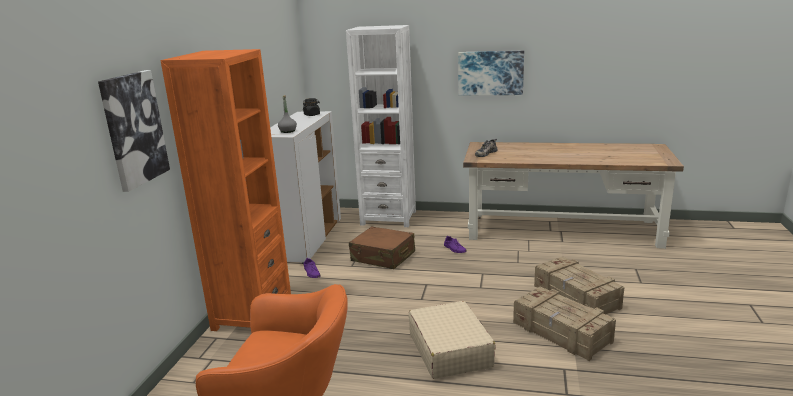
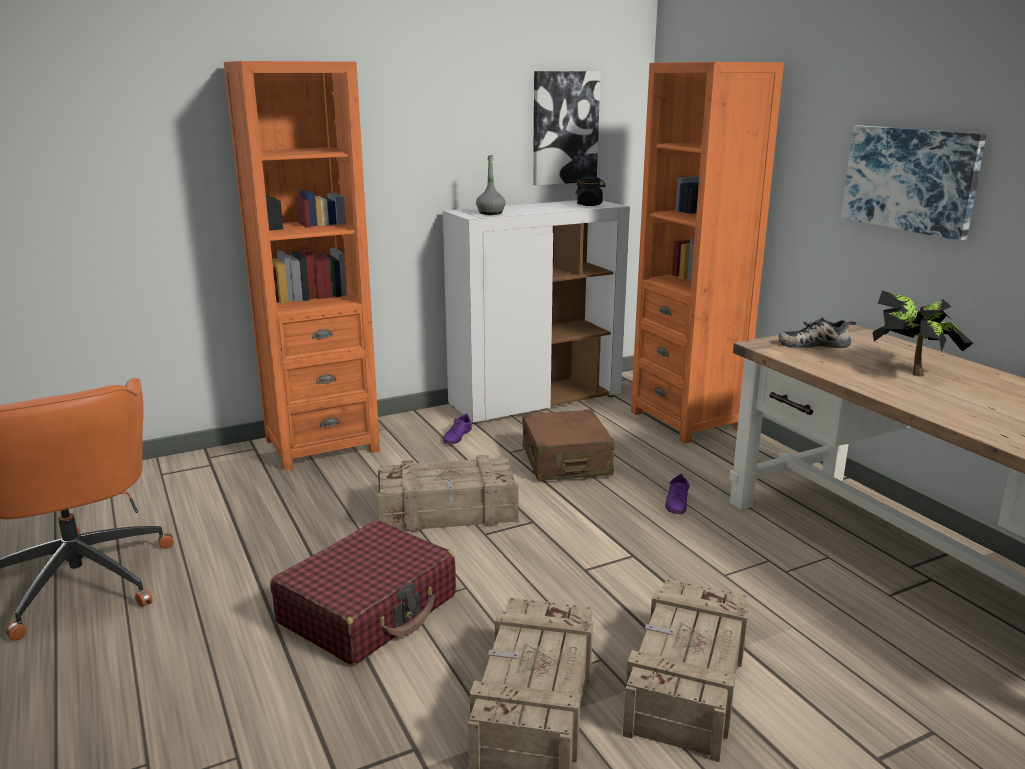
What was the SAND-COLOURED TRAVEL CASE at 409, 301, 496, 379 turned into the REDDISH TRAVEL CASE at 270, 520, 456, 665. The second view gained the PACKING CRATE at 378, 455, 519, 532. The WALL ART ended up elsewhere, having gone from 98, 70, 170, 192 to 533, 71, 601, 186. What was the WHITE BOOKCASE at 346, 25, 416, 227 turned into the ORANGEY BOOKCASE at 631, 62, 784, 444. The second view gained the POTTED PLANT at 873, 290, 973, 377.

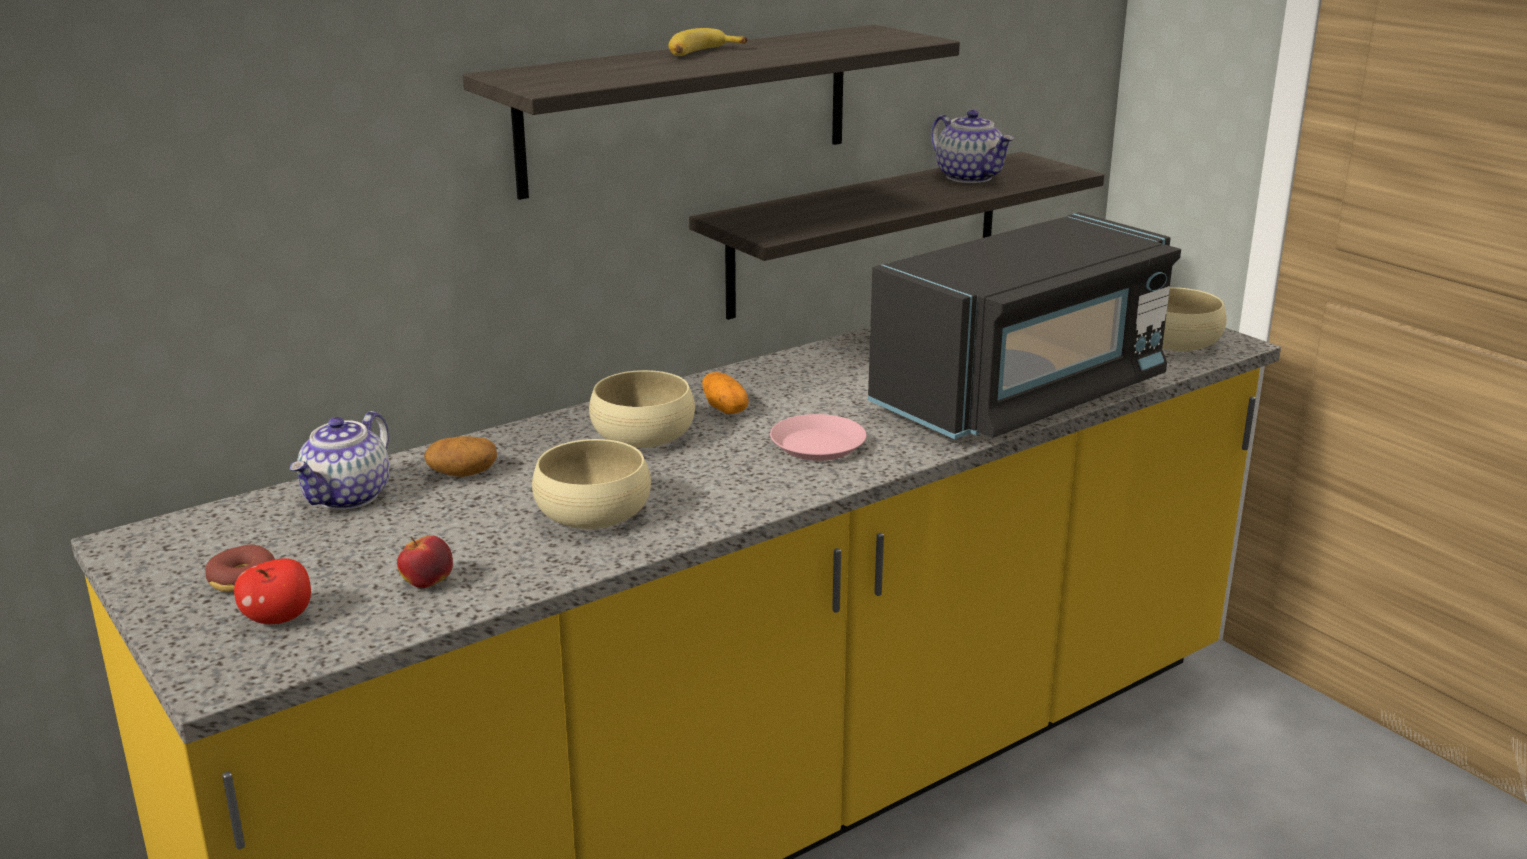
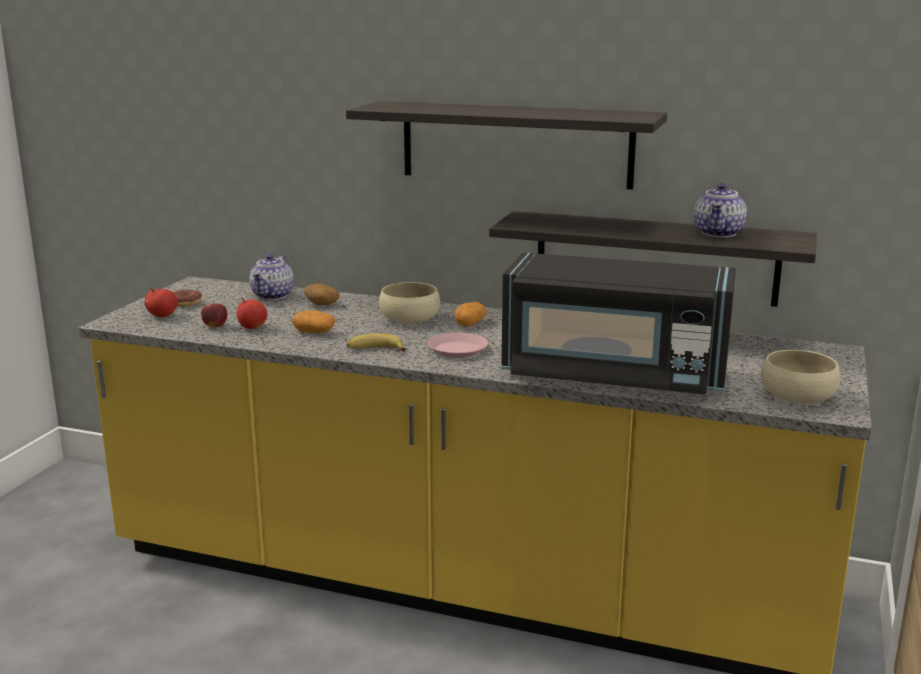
The second view gained the APPLE at 236, 297, 267, 329. The POT FOR TEA at 290, 411, 389, 510 ended up facing another way, 60 degrees counterclockwise from before. Where the SAND-COLOURED DEEP DISH stood at 532, 439, 651, 529, the POTATO came to stand at 292, 310, 335, 333. The BANANA FRUIT ended up elsewhere, having gone from 668, 28, 748, 56 to 347, 333, 406, 351.

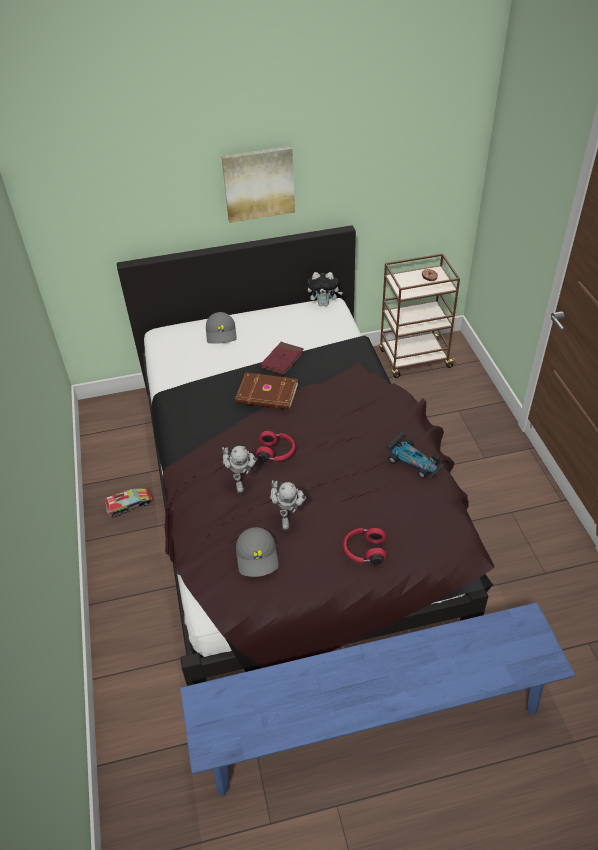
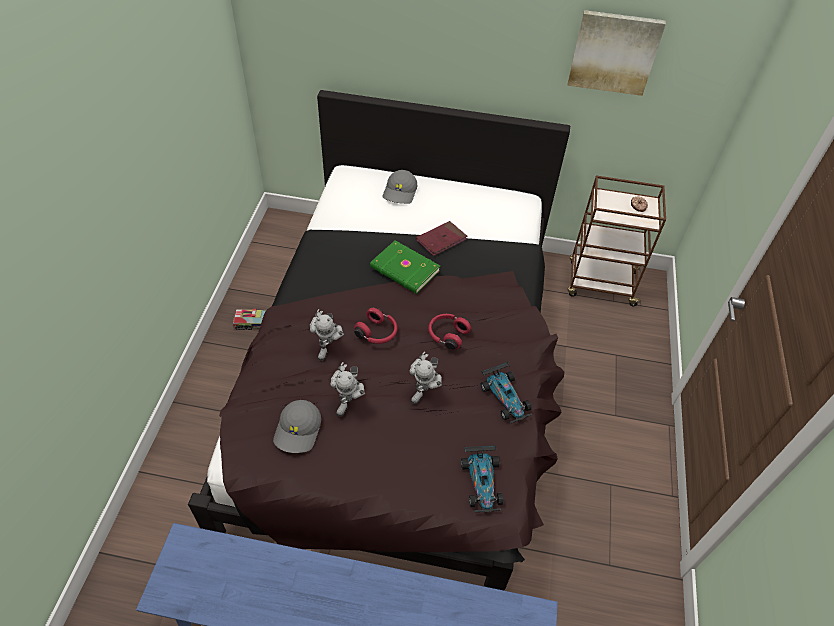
What was the BROWNISH VOLUME at 235, 372, 298, 410 turned into the GREEN-COLOURED VOLUME at 370, 240, 440, 294. The second view gained the ROBOT FIGURE at 410, 351, 442, 404. The REDDISH PAIR OF HEADPHONES ended up elsewhere, having gone from 343, 527, 386, 565 to 428, 314, 471, 350. The second view gained the MINIATURE CAR at 461, 445, 503, 512. The WALL ART ended up elsewhere, having gone from 221, 146, 295, 223 to 567, 10, 666, 96. The second view lost the SOFT TOY at 308, 272, 343, 306.

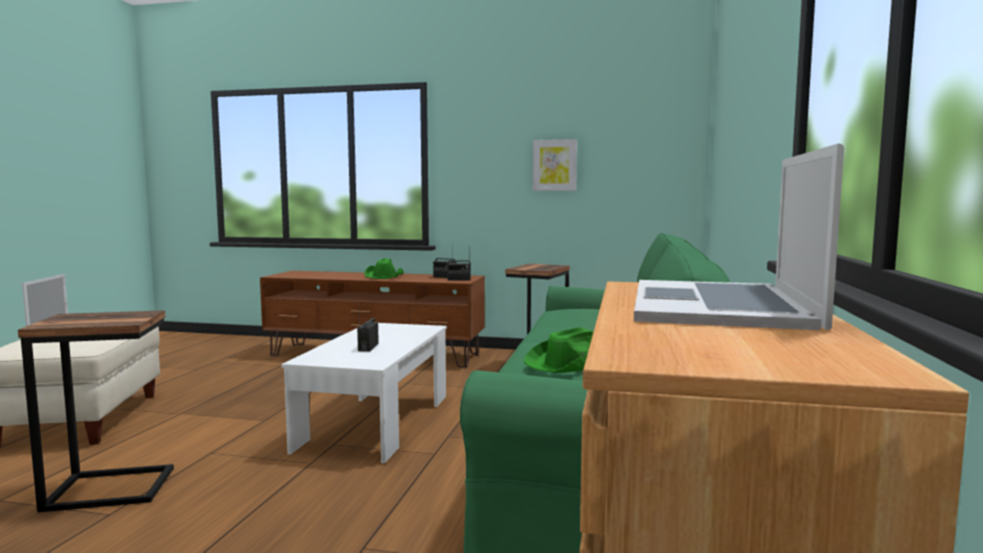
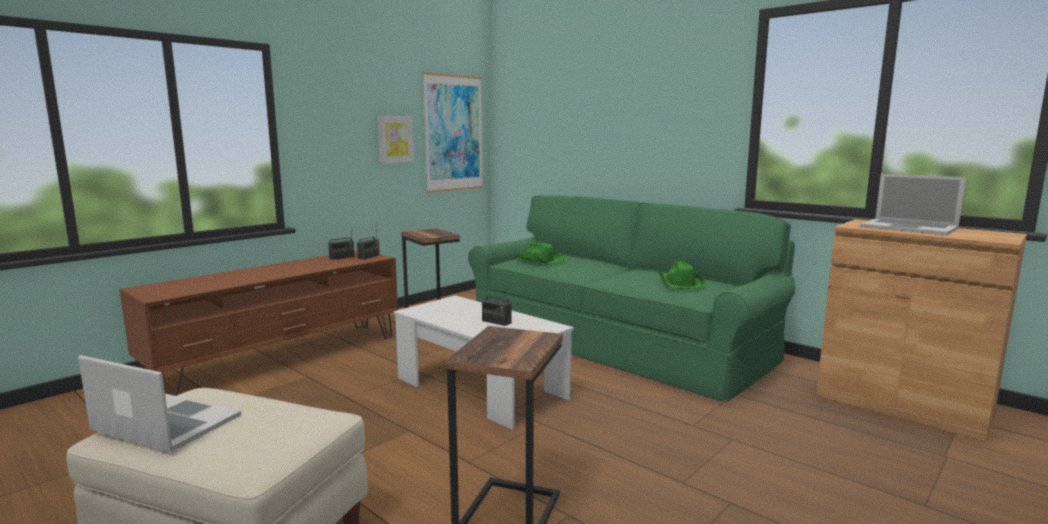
The second view gained the WALL ART at 422, 72, 483, 193. The GREEN-COLOURED CLOTHING HAT ended up elsewhere, having gone from 364, 258, 404, 279 to 514, 242, 564, 264.

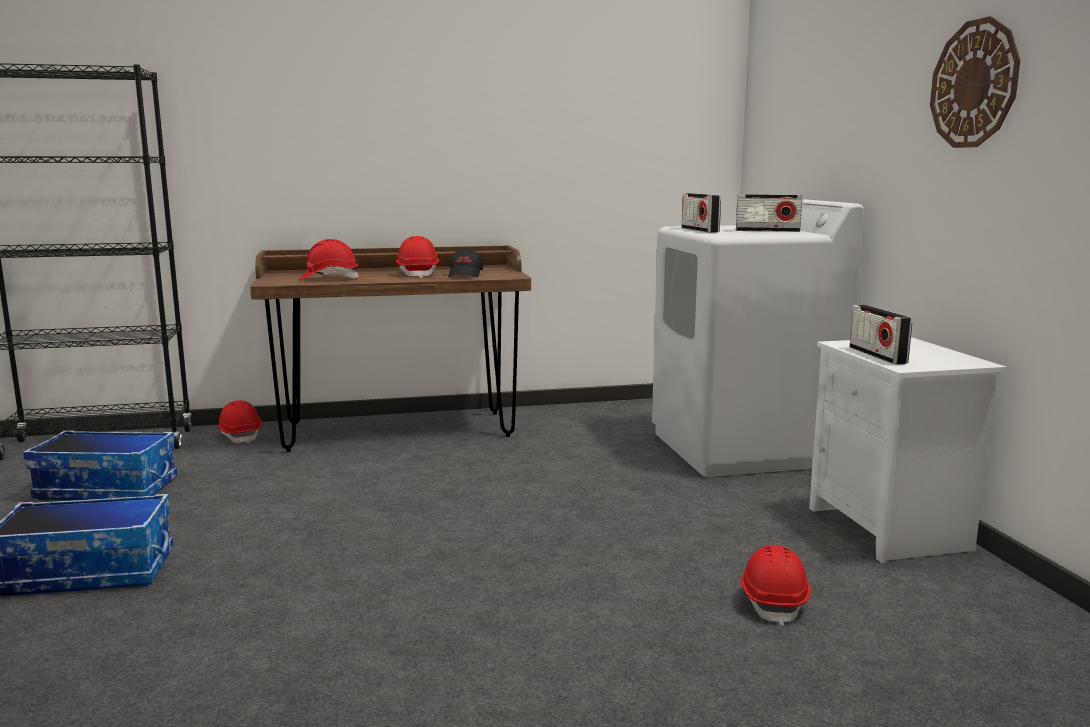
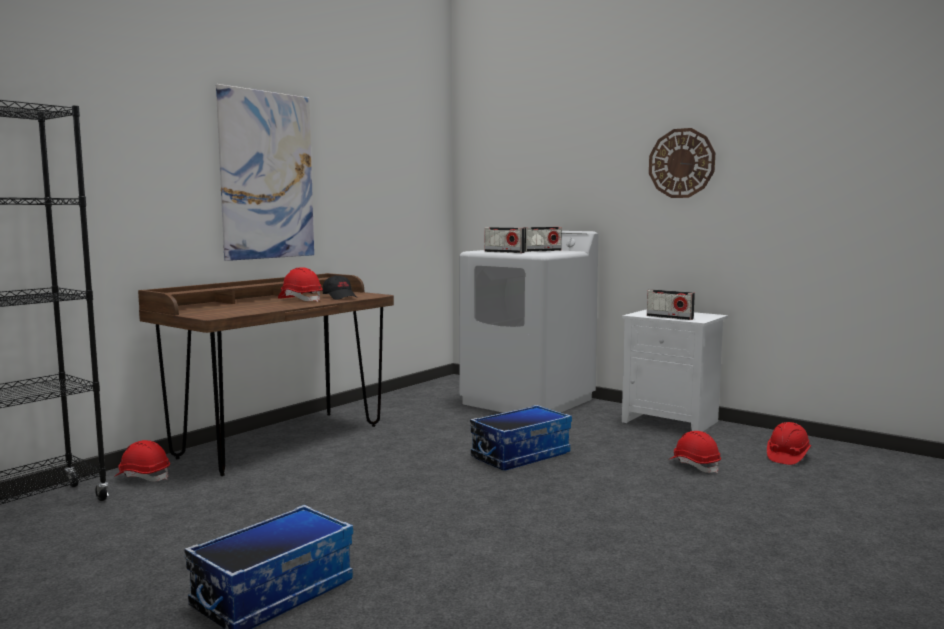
The second view gained the WALL ART at 216, 84, 314, 261. The STORAGE CONTAINER ended up elsewhere, having gone from 23, 430, 177, 501 to 470, 405, 572, 470. The REDDISH SAFETY HELMET ended up elsewhere, having gone from 299, 239, 359, 280 to 767, 422, 811, 465.

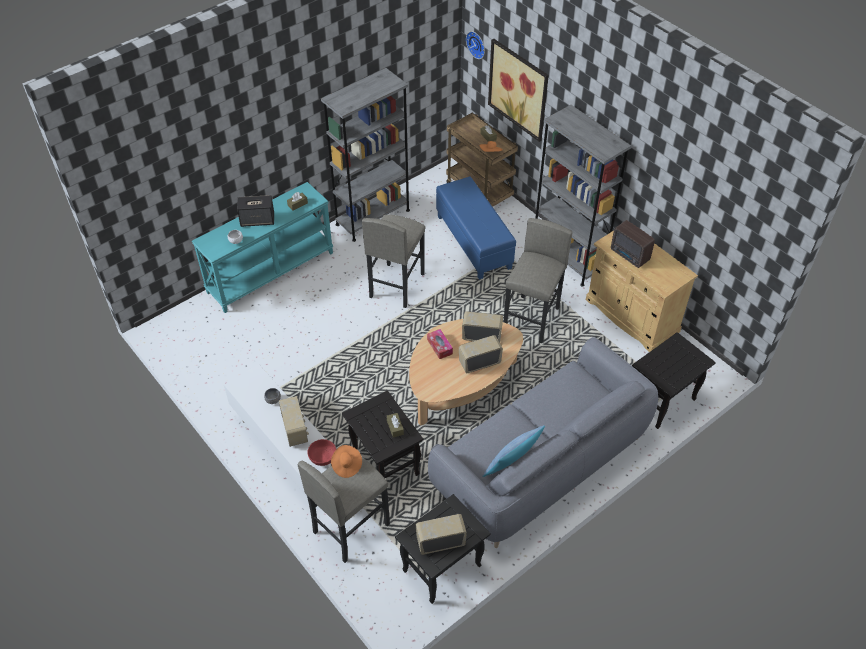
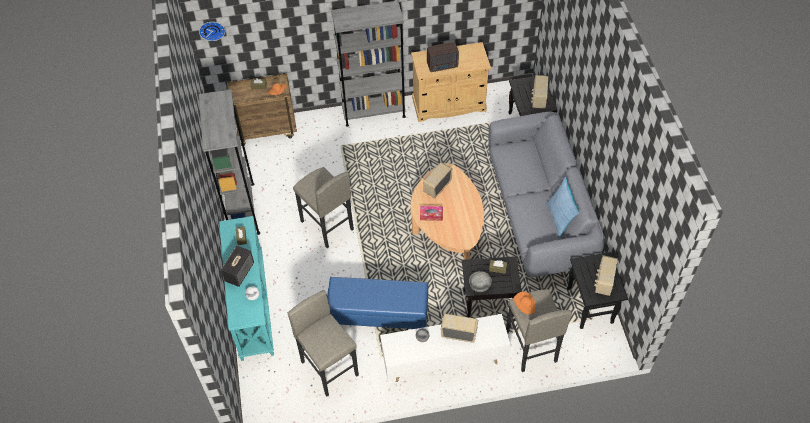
The GREYISH SITTING STOOL ended up elsewhere, having gone from 504, 218, 572, 343 to 288, 290, 359, 397. The BLUE POUFFE ended up elsewhere, having gone from 436, 176, 516, 280 to 327, 277, 428, 329. The second view gained the GREYISH DEEP DISH at 469, 271, 492, 292. The RADIO ended up elsewhere, having gone from 459, 335, 503, 373 to 531, 75, 548, 109. The second view lost the REDDISH DEEP DISH at 307, 439, 336, 466. The second view lost the WALL ART at 488, 39, 549, 142.

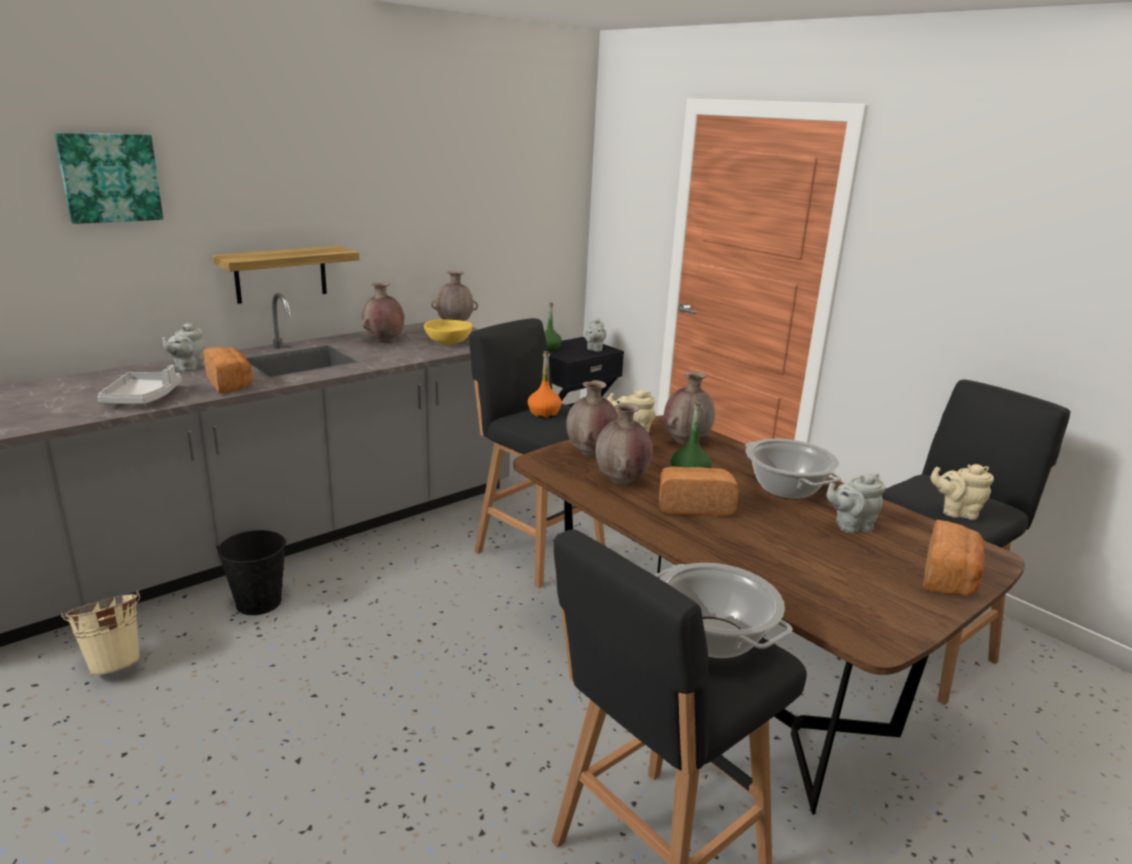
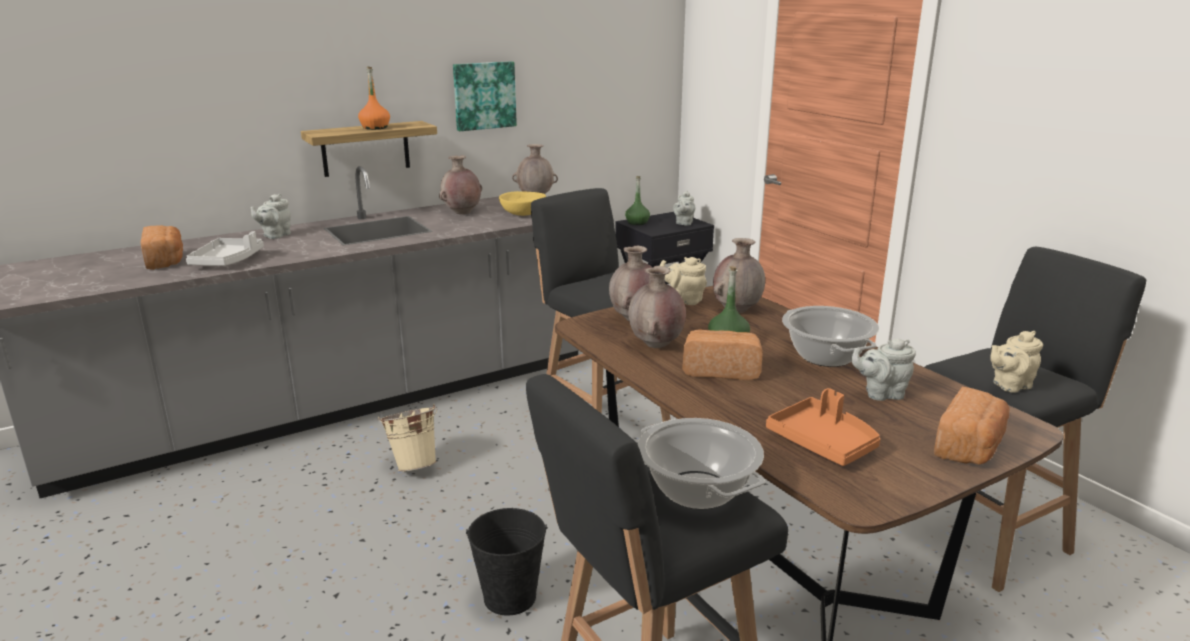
The BAKED BREAD ended up elsewhere, having gone from 203, 347, 253, 393 to 141, 225, 183, 270. The ORANGEY BOTTLE ended up elsewhere, having gone from 528, 351, 562, 418 to 358, 67, 390, 130. The SAND-COLOURED WATER BUCKET ended up elsewhere, having gone from 61, 590, 141, 676 to 378, 404, 437, 472. The WALL ART ended up elsewhere, having gone from 55, 133, 163, 224 to 453, 61, 517, 131. The BLACK WATER BUCKET ended up elsewhere, having gone from 216, 530, 287, 615 to 466, 508, 547, 616. The second view gained the ORANGEY CARRYING TRAY at 766, 388, 880, 466. The SAND-COLOURED POT FOR TEA at 930, 464, 994, 520 ended up facing another way, 45 degrees counterclockwise from before.

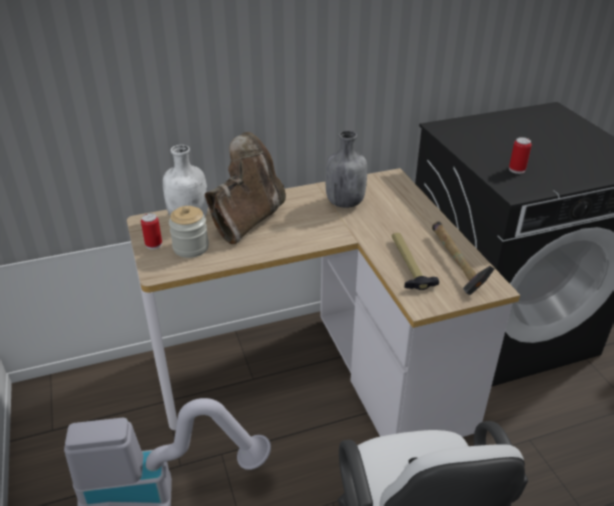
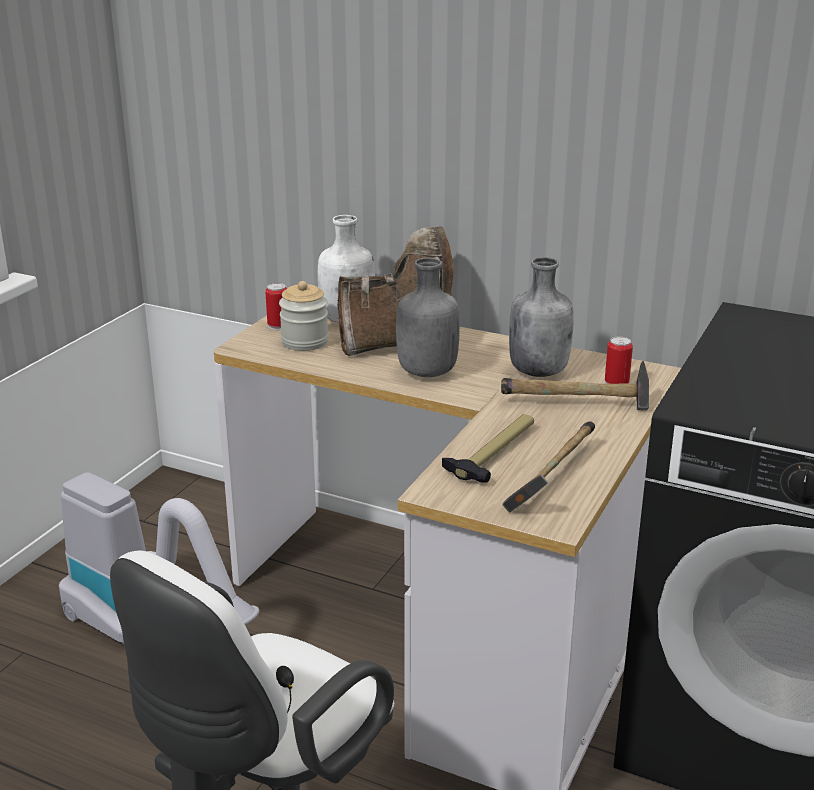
The second view gained the GREYISH BOTTLE at 396, 258, 460, 377. The second view gained the TOOL HAMMER at 501, 361, 649, 411. The CAN ended up elsewhere, having gone from 509, 137, 532, 174 to 605, 336, 633, 384.

